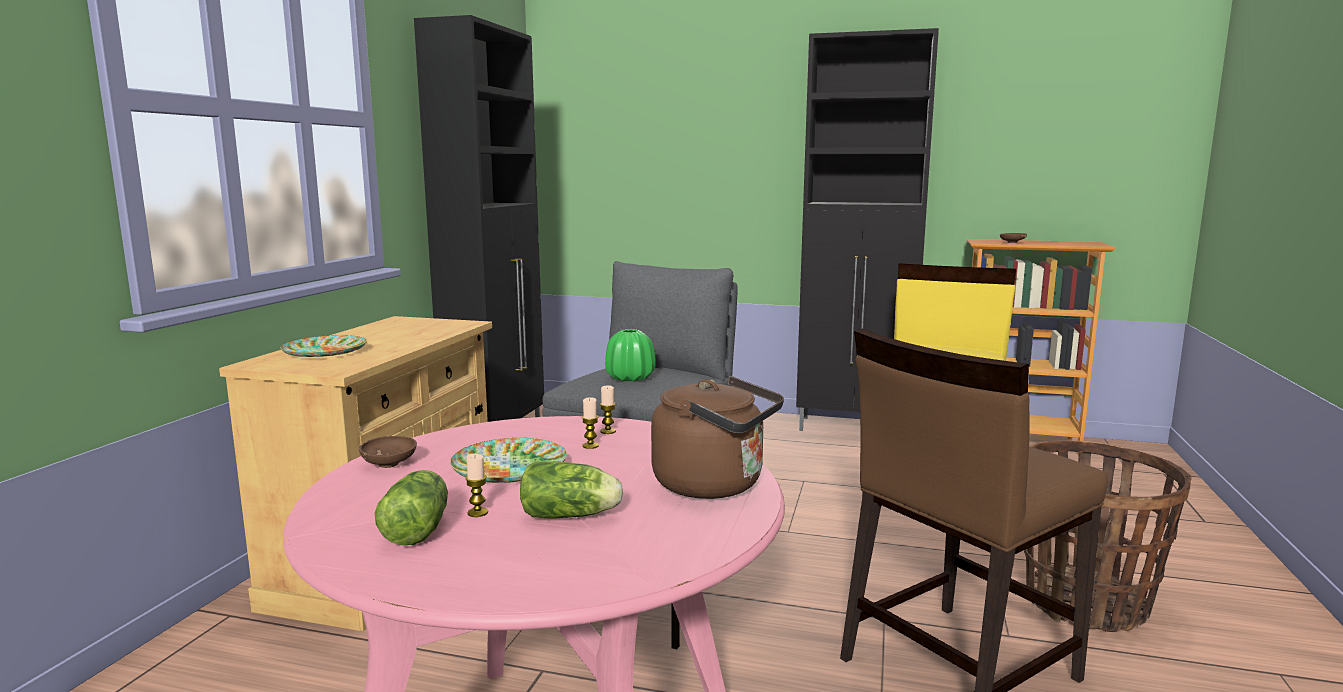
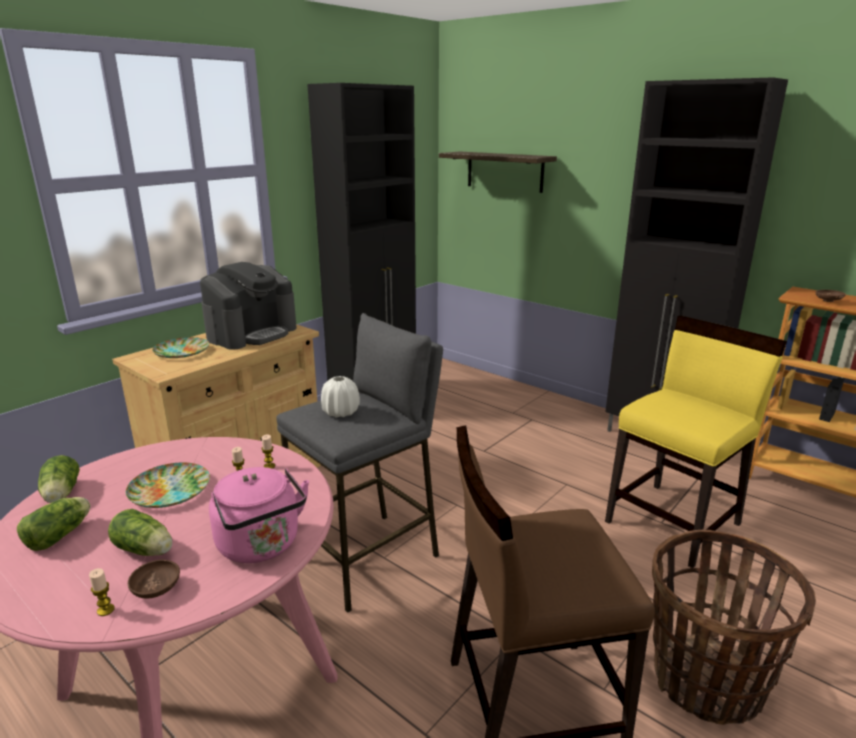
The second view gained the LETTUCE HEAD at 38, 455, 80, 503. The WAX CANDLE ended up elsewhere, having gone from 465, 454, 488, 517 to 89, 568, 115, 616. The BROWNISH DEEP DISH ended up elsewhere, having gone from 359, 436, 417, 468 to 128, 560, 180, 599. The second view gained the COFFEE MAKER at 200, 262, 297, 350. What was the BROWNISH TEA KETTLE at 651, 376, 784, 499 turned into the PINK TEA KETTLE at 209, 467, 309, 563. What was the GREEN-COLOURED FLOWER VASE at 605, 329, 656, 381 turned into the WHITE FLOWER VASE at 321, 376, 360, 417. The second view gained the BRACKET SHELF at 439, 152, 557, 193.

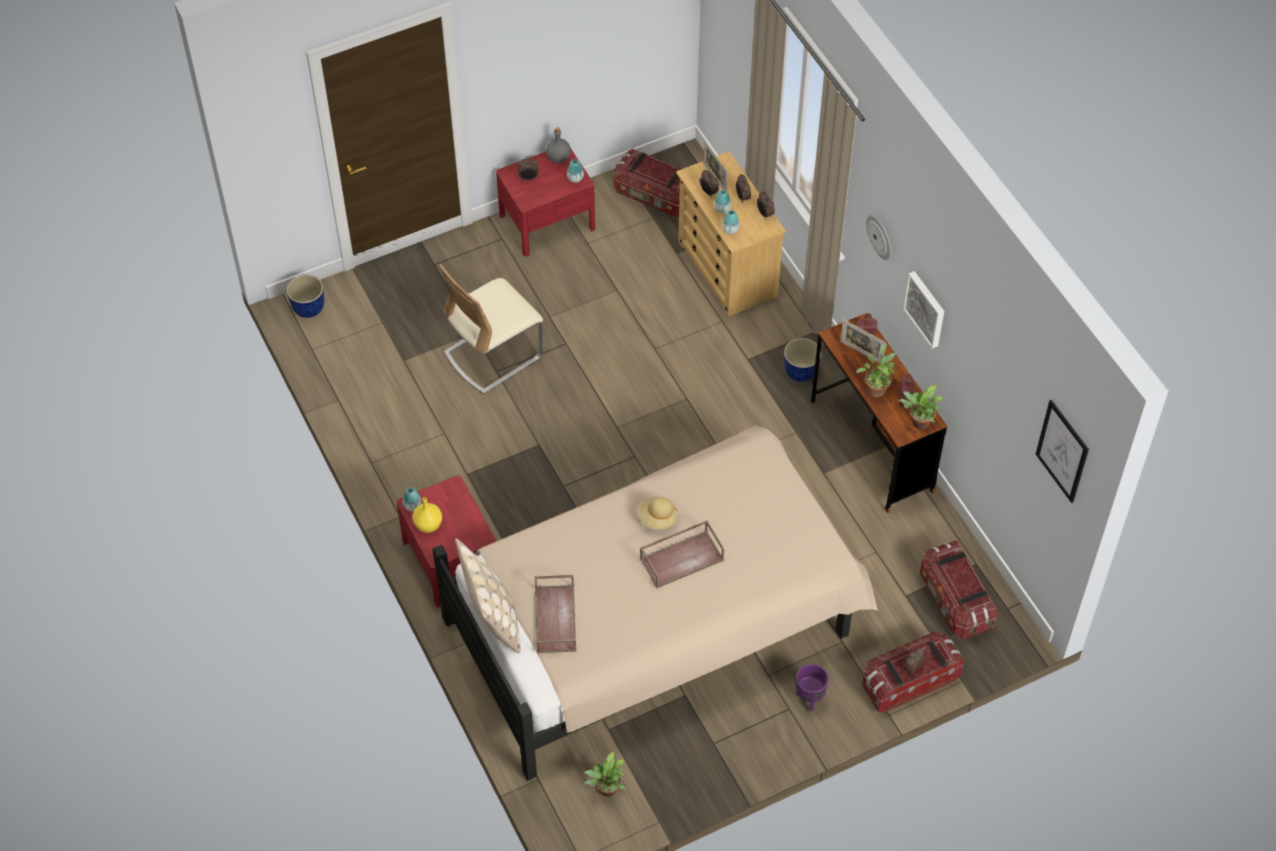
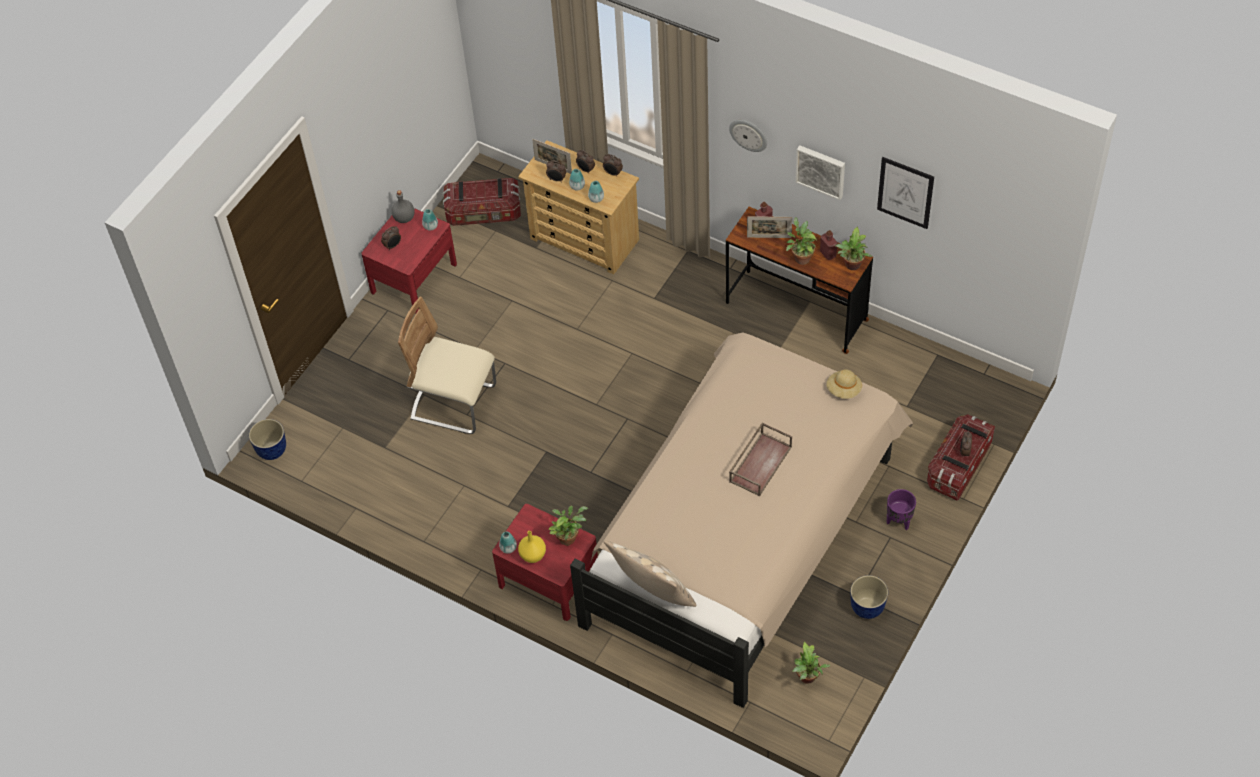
The SAND-COLOURED PLAIN CHAIR at 439, 264, 543, 394 ended up facing another way, 90 degrees clockwise from before. The second view gained the POTTED PLANT at 549, 505, 588, 546. The SAND-COLOURED CLOTHING HAT ended up elsewhere, having gone from 639, 497, 678, 529 to 826, 369, 862, 399. The FLOWER POT ended up elsewhere, having gone from 784, 338, 821, 382 to 850, 575, 888, 619. The WALL ART ended up elsewhere, having gone from 1036, 400, 1089, 503 to 877, 157, 934, 229. The second view lost the BROWNISH CARRYING TRAY at 535, 575, 576, 653. The second view lost the STORAGE CONTAINER at 919, 541, 997, 639.

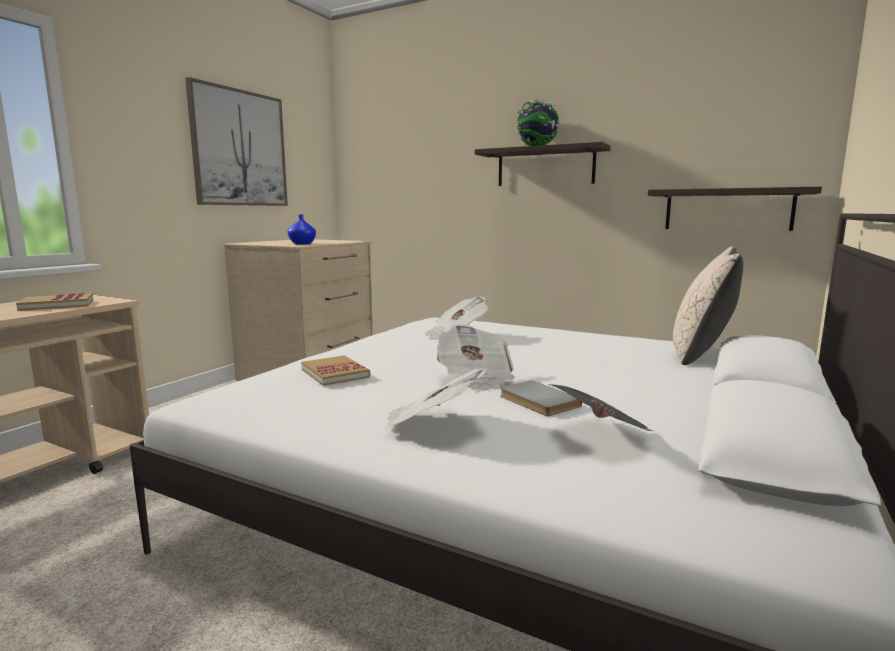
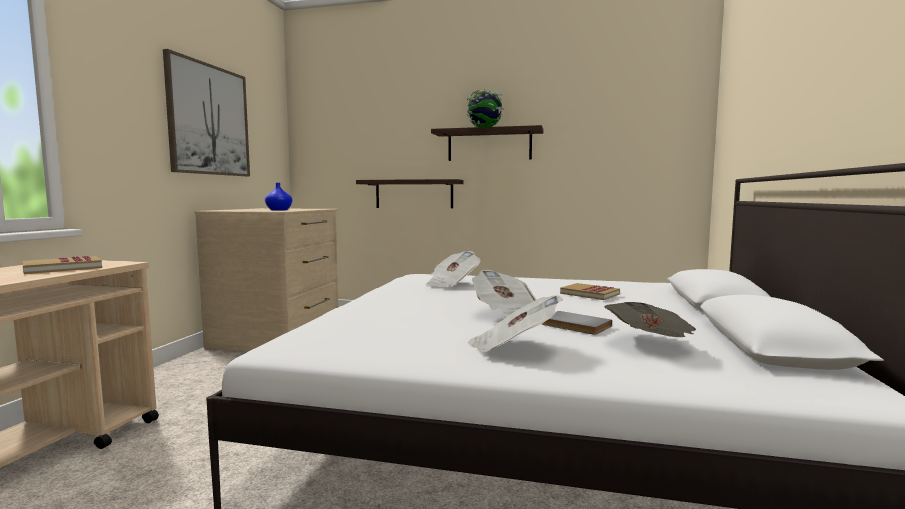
The BRACKET SHELF ended up elsewhere, having gone from 648, 186, 822, 231 to 356, 179, 464, 208. The VOLUME ended up elsewhere, having gone from 301, 355, 370, 386 to 560, 283, 620, 300. The second view lost the SAND-COLOURED PILLOW at 673, 246, 743, 365.

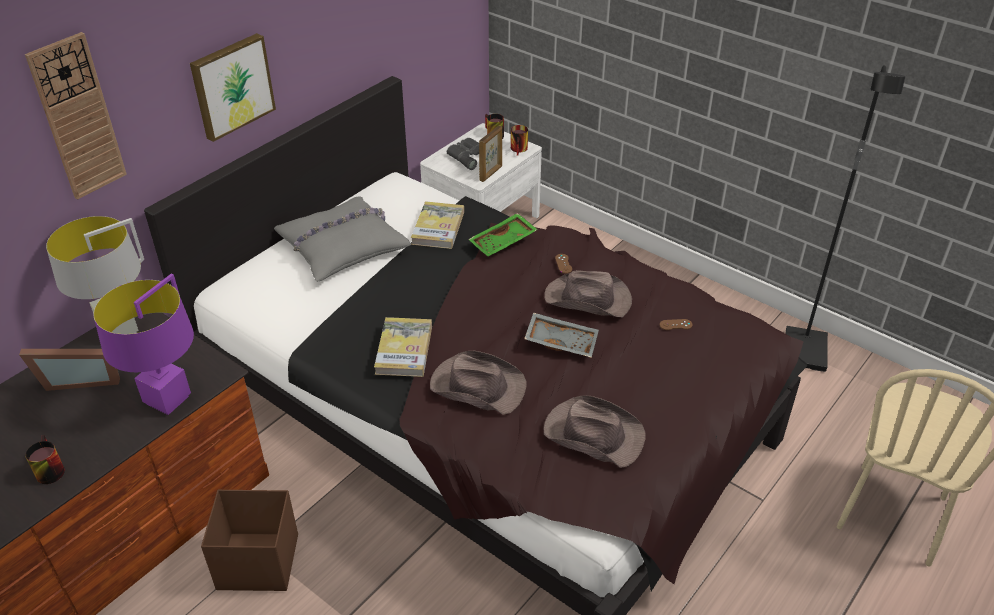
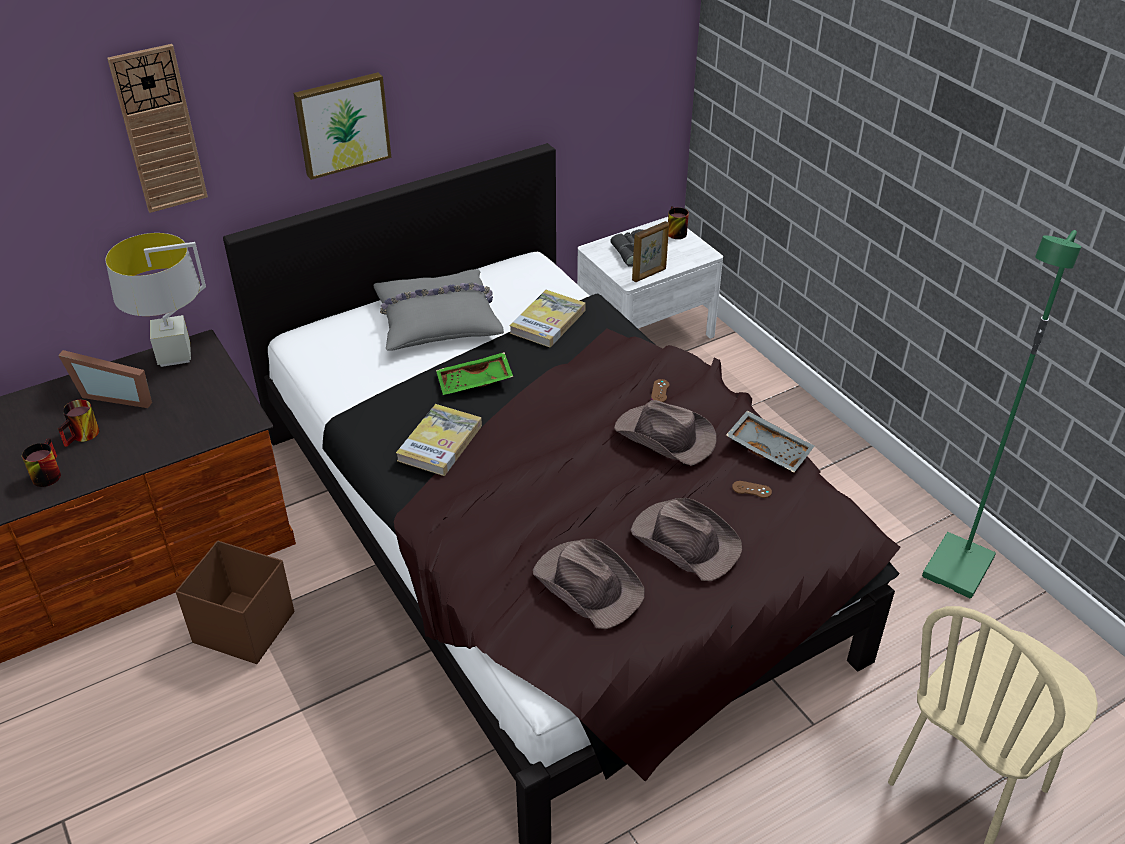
The MUG ended up elsewhere, having gone from 511, 125, 528, 156 to 58, 400, 100, 447. The GREEN-COLOURED CARRYING TRAY ended up elsewhere, having gone from 468, 213, 538, 256 to 436, 352, 513, 395. The BROWNISH CLOTHING HAT ended up elsewhere, having gone from 430, 351, 526, 415 to 631, 498, 742, 581. The GREYISH CARRYING TRAY ended up elsewhere, having gone from 524, 312, 599, 358 to 726, 410, 814, 472. What was the BLACK STANDARD LAMP at 786, 65, 905, 372 turned into the GREEN-COLOURED STANDARD LAMP at 922, 230, 1081, 598. The second view lost the PURPLE LAMP FOR A TABLE at 94, 273, 194, 415.

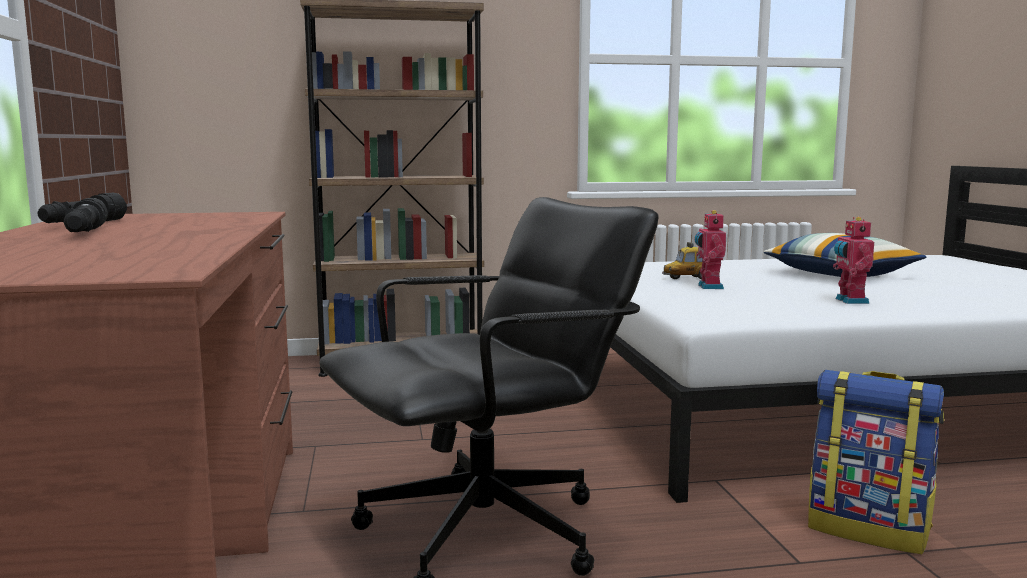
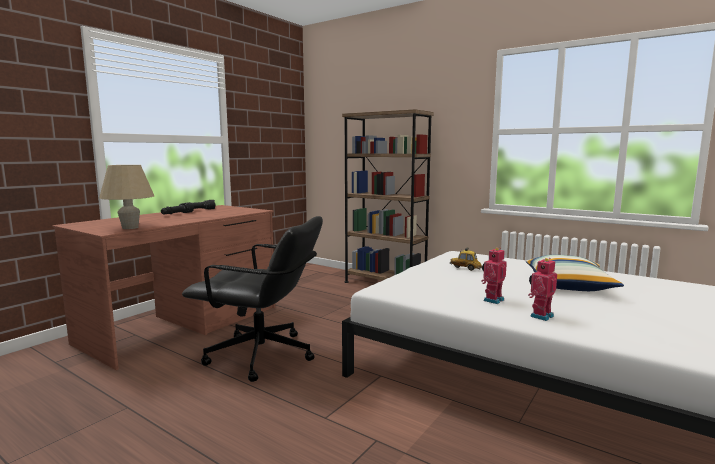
The second view gained the SAND-COLOURED LAMP FOR A TABLE at 99, 165, 154, 229. The ROBOT FIGURE ended up elsewhere, having gone from 695, 210, 726, 289 to 528, 258, 557, 321. The second view lost the KNAPSACK at 808, 370, 944, 554.

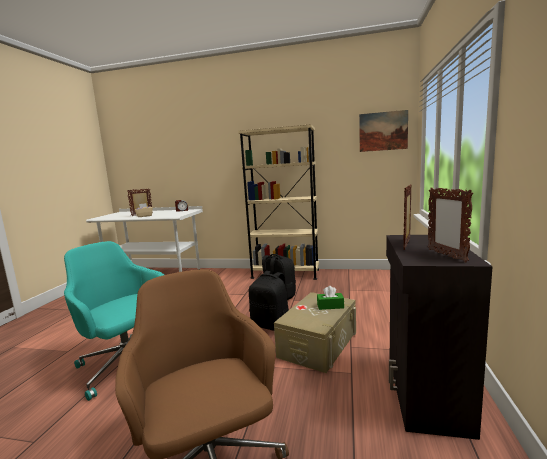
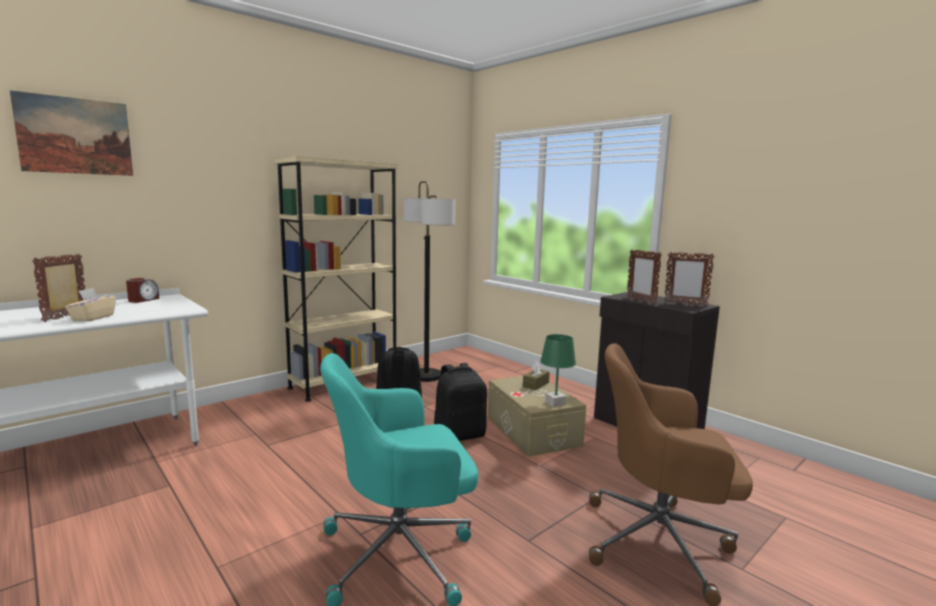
The WALL ART ended up elsewhere, having gone from 359, 110, 408, 152 to 10, 90, 133, 176. The second view gained the STANDARD LAMP at 403, 181, 455, 382. What was the GREEN-COLOURED TISSUE HOLDER at 317, 286, 344, 310 turned into the BROWNISH TISSUE HOLDER at 523, 362, 550, 390. The second view gained the GREEN-COLOURED LAMP FOR A TABLE at 540, 334, 576, 407.

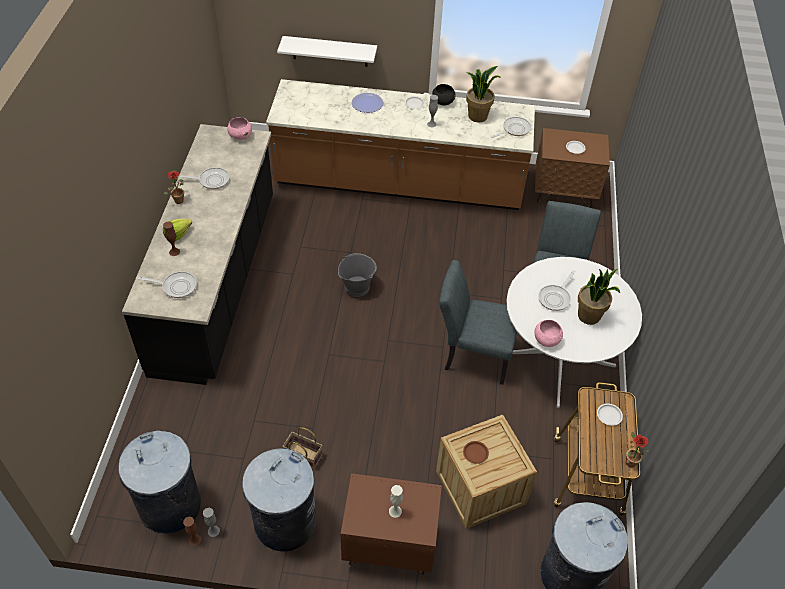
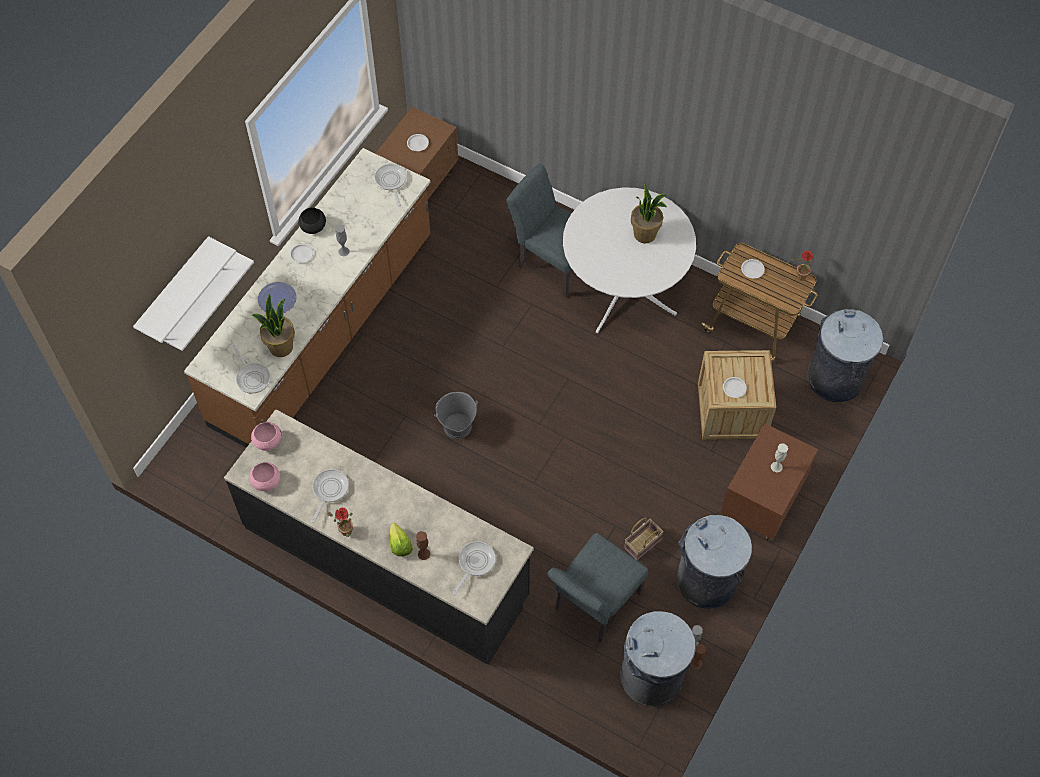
The second view gained the WHITE BRACKET SHELF at 133, 236, 236, 343. The FRYING PAN ended up elsewhere, having gone from 538, 270, 575, 311 to 232, 344, 271, 394. The PINK DEEP DISH ended up elsewhere, having gone from 534, 320, 563, 347 to 249, 462, 280, 491. The POTTED PLANT ended up elsewhere, having gone from 466, 66, 500, 122 to 252, 294, 295, 357. The GREYISH PLAIN CHAIR ended up elsewhere, having gone from 439, 260, 517, 385 to 547, 533, 648, 642. What was the BROWNISH FLAT DISH at 463, 441, 489, 464 turned into the WHITE FLAT DISH at 723, 377, 747, 398.

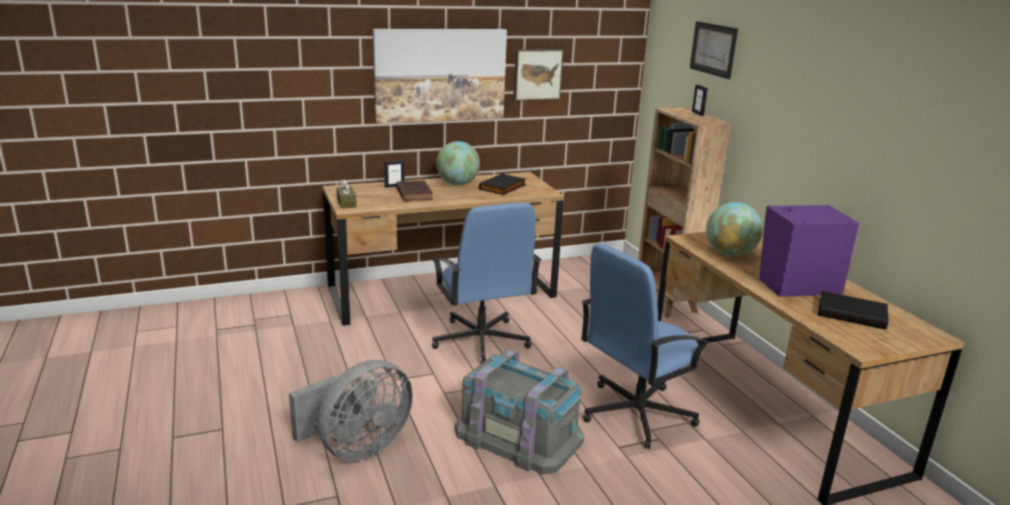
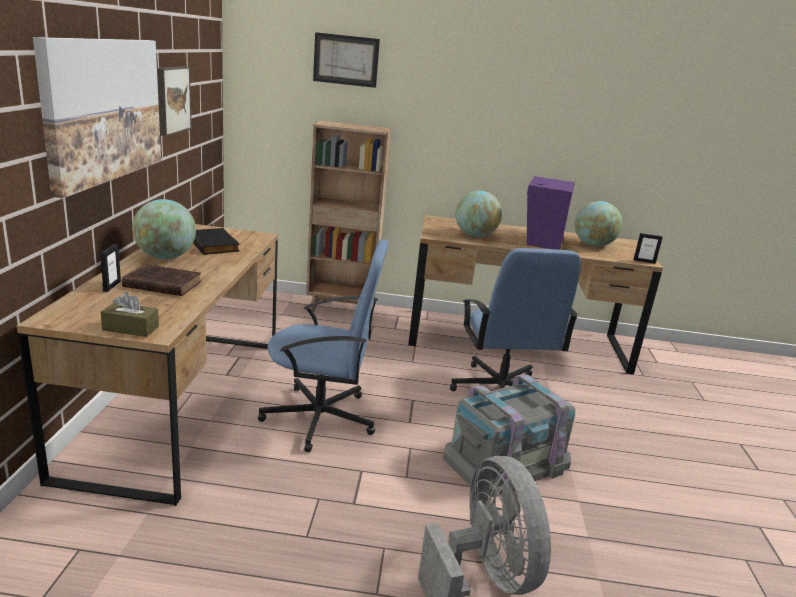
Where the BLACK VOLUME stood at 818, 291, 889, 329, the DESK GLOBE came to stand at 575, 201, 622, 247. The PHOTO FRAME ended up elsewhere, having gone from 692, 84, 708, 116 to 633, 233, 663, 264.

